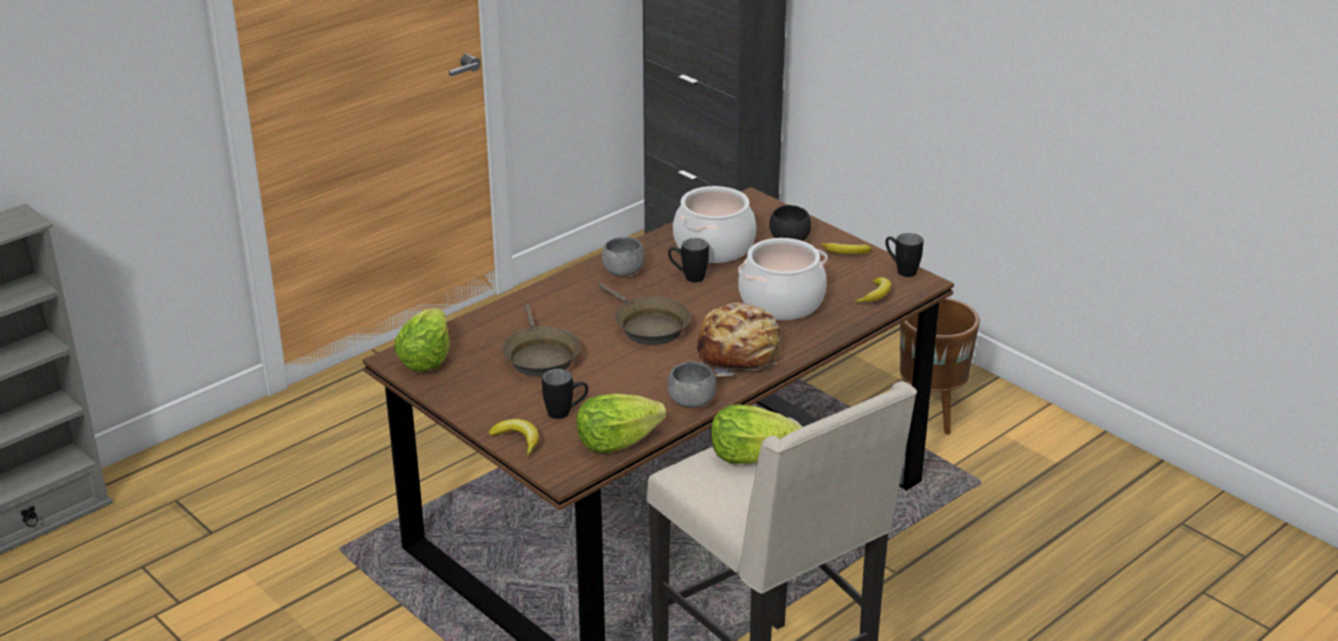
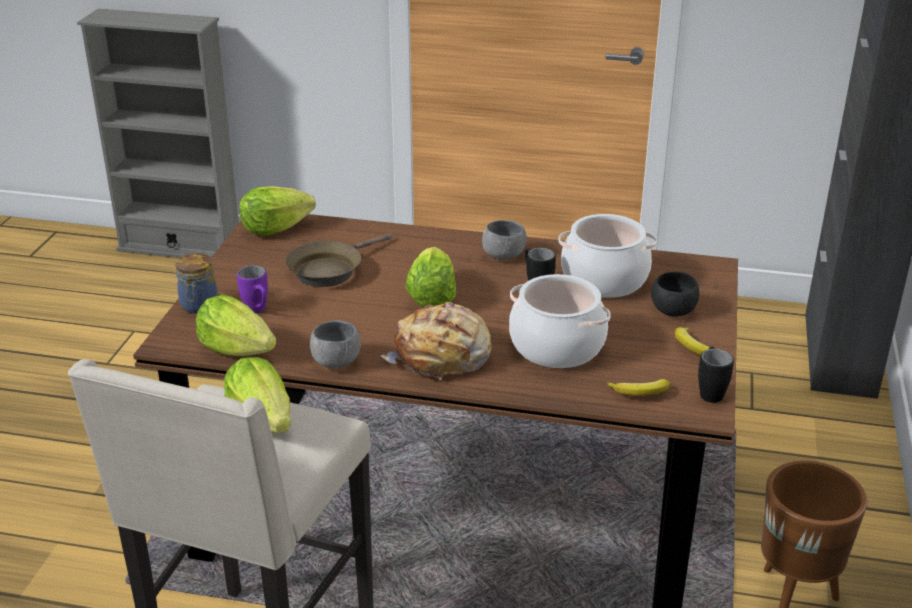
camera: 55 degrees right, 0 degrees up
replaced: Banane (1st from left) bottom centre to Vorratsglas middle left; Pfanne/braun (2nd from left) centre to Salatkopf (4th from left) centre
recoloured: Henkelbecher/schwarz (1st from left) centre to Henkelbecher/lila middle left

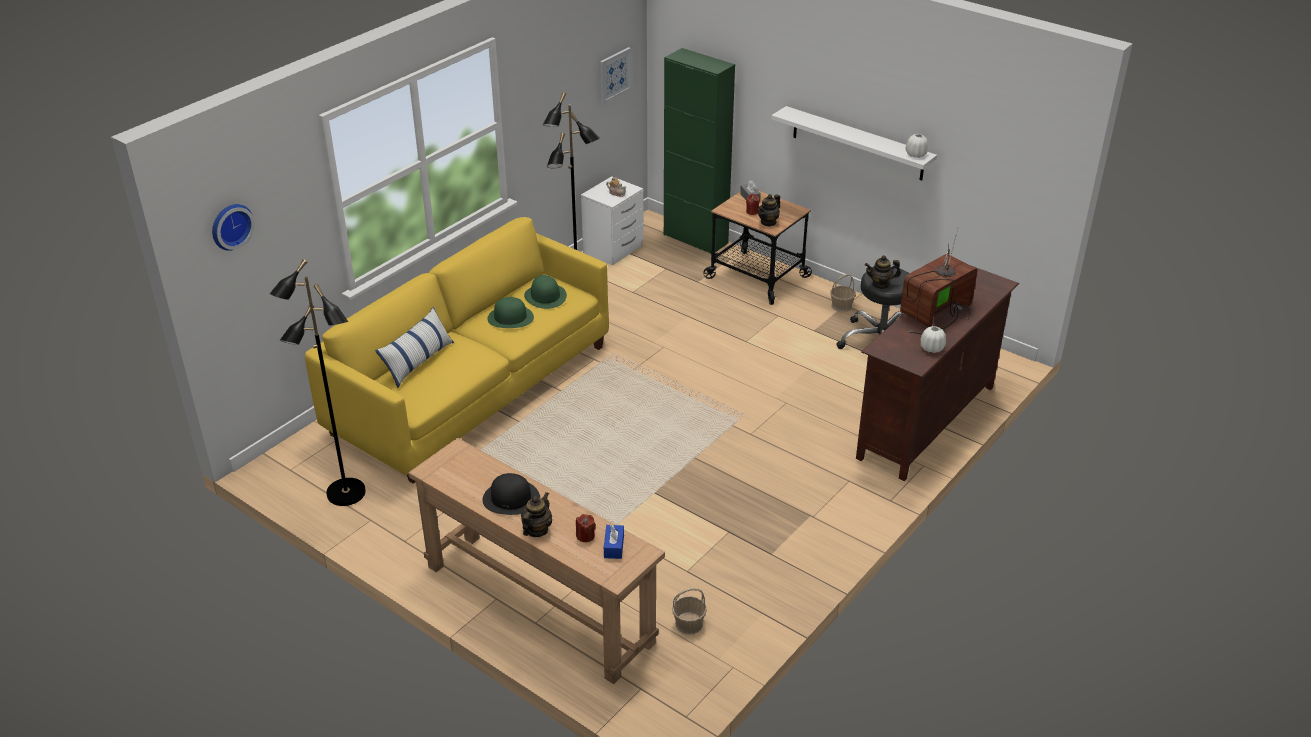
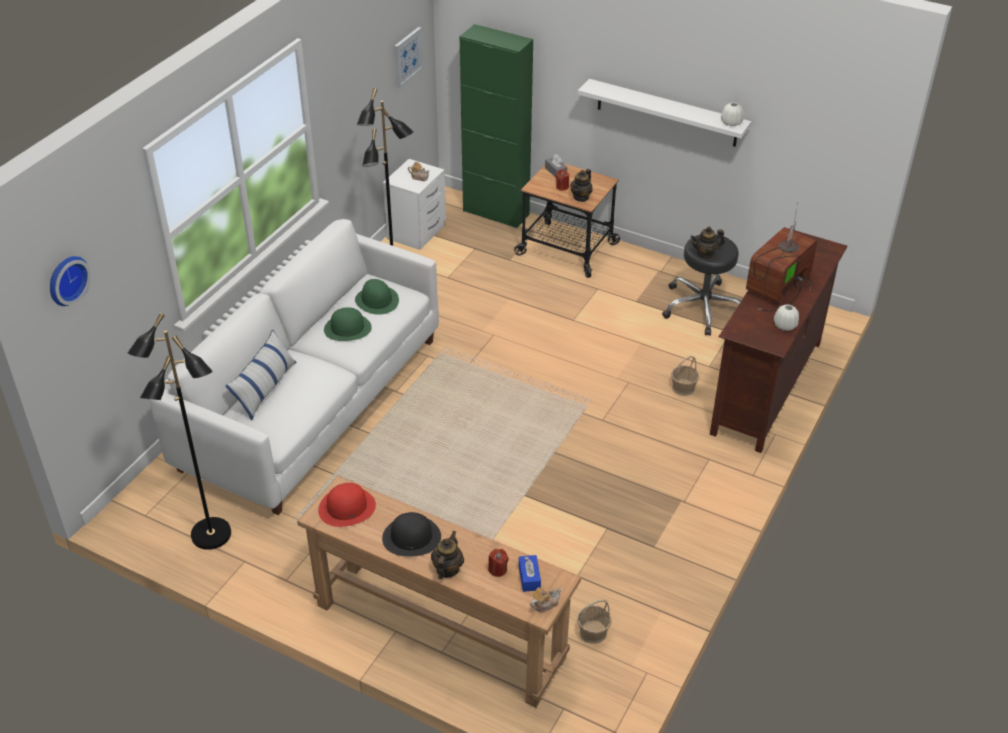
camera: 10 degrees left, 5 degrees up
added: Hut/rot bottom centre; Teekanne (3rd from left) bottom centre
moved: Korb (2nd from left) centre to middle right
recoloured: Sofa/gelb centre to Sofa/weiß middle left

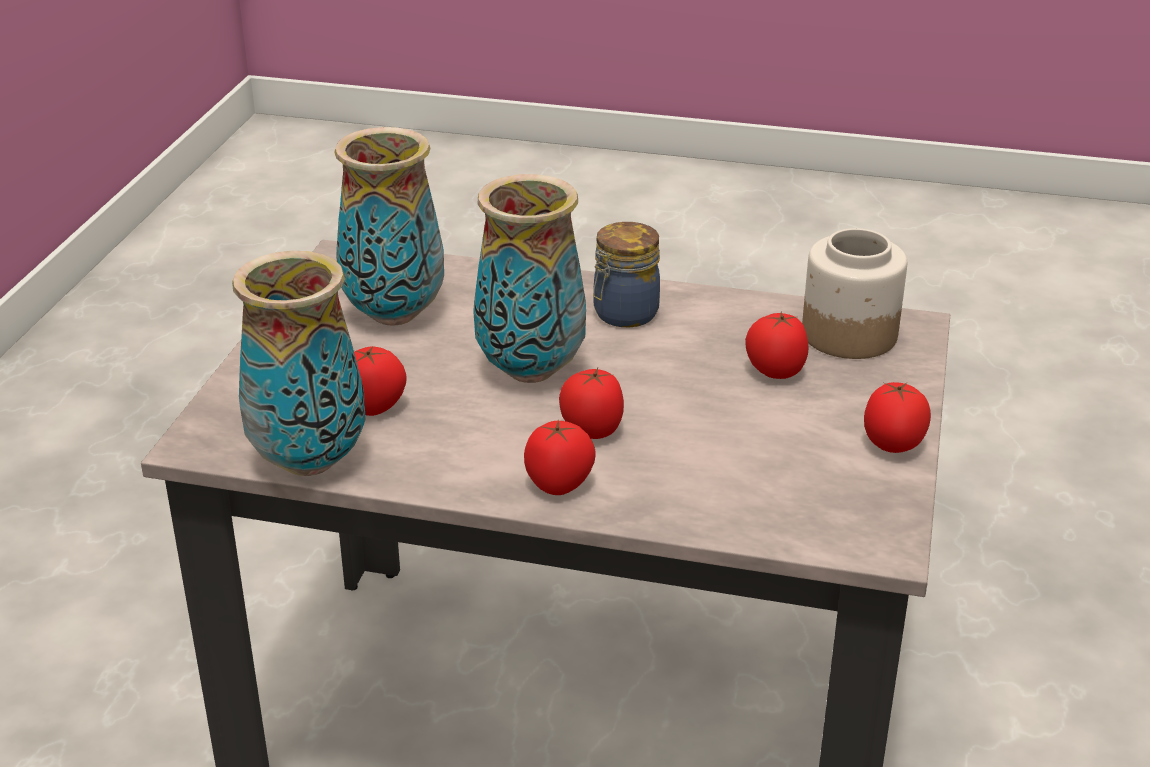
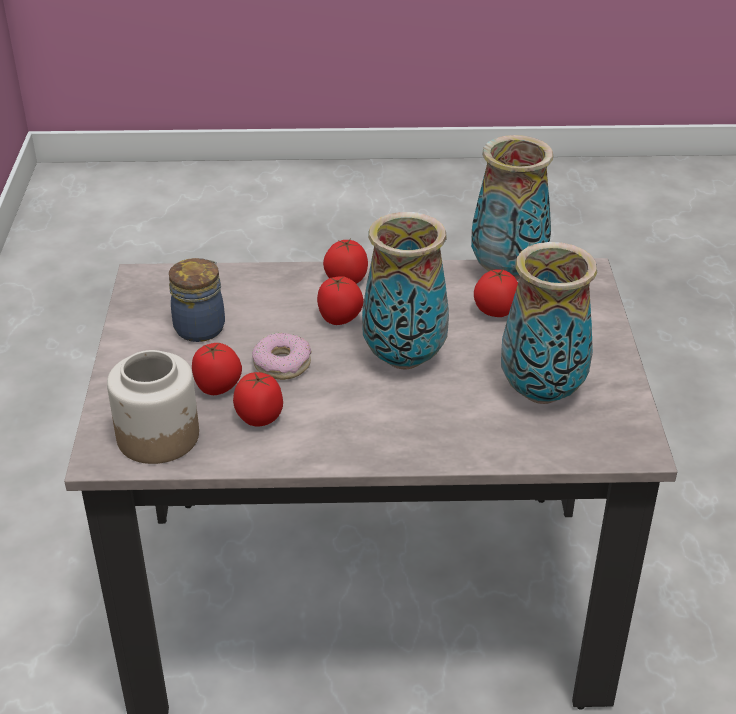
camera: 165 degrees right, 5 degrees up
added: Donut centre
moved: Vorratsglas (1st from left in the first image) centre to Vorratsglas (2nd from left) middle left; Tomate (5th from left in the first image) middle right to Tomate (2nd from left) centre

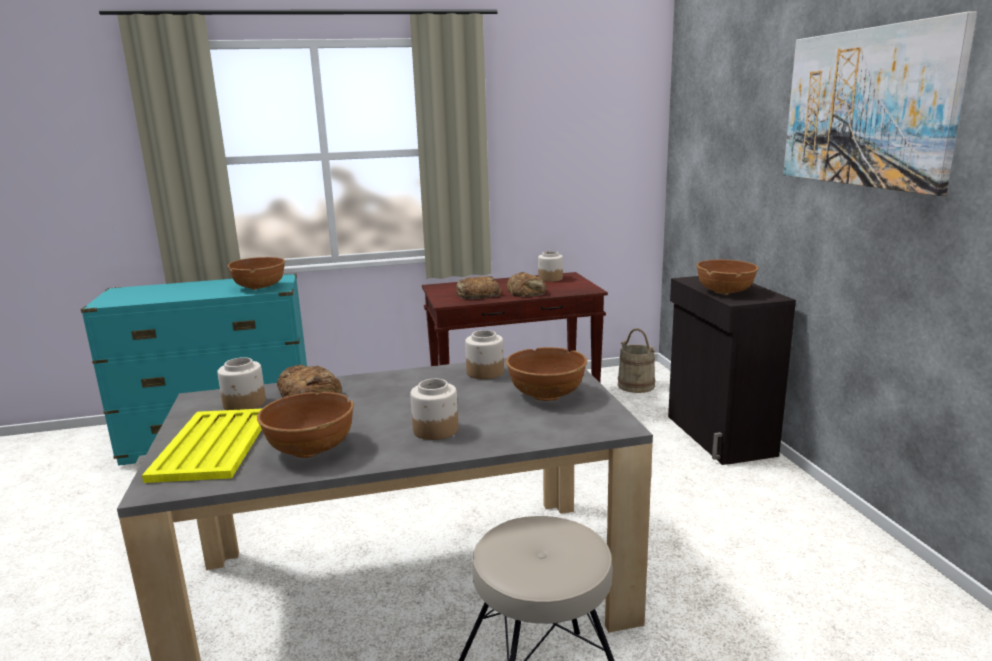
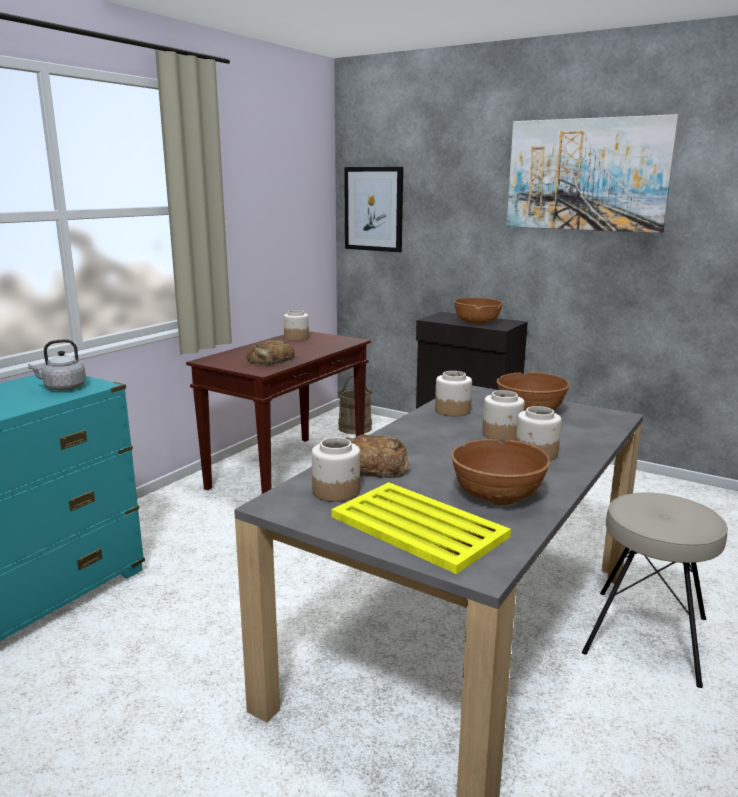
camera: 45 degrees left, 0 degrees up
removed: Brot (3rd from left) centre
added: Bild (1st from left) top centre; Vorratsglas (4th from left) middle right
replaced: Schüssel/braun (1st from left) middle left to Wasserkessel/grau middle left

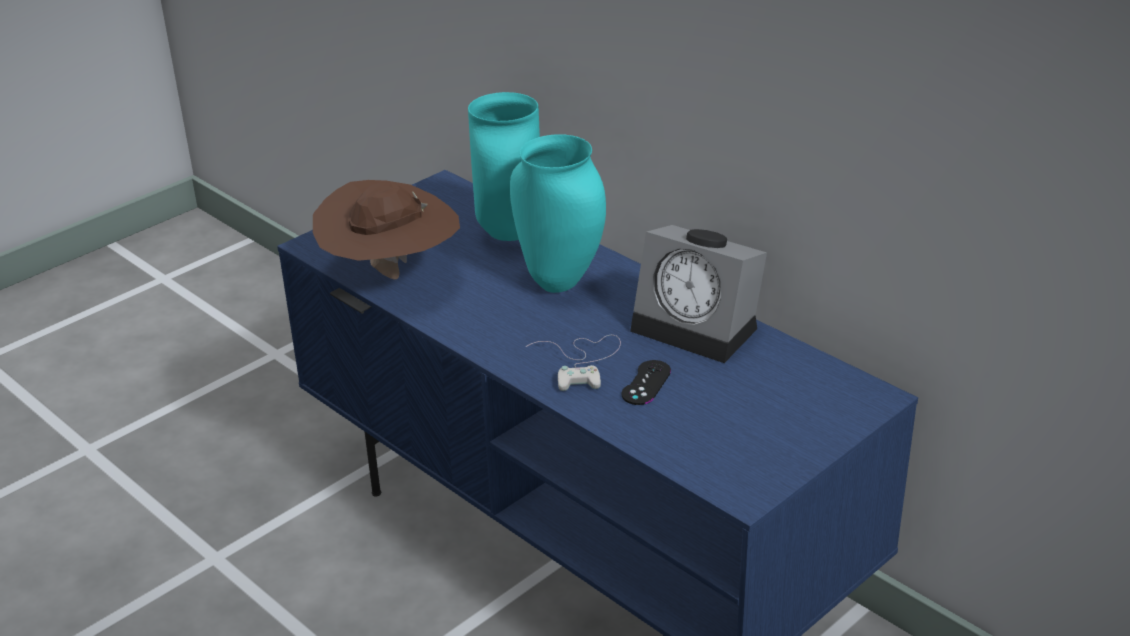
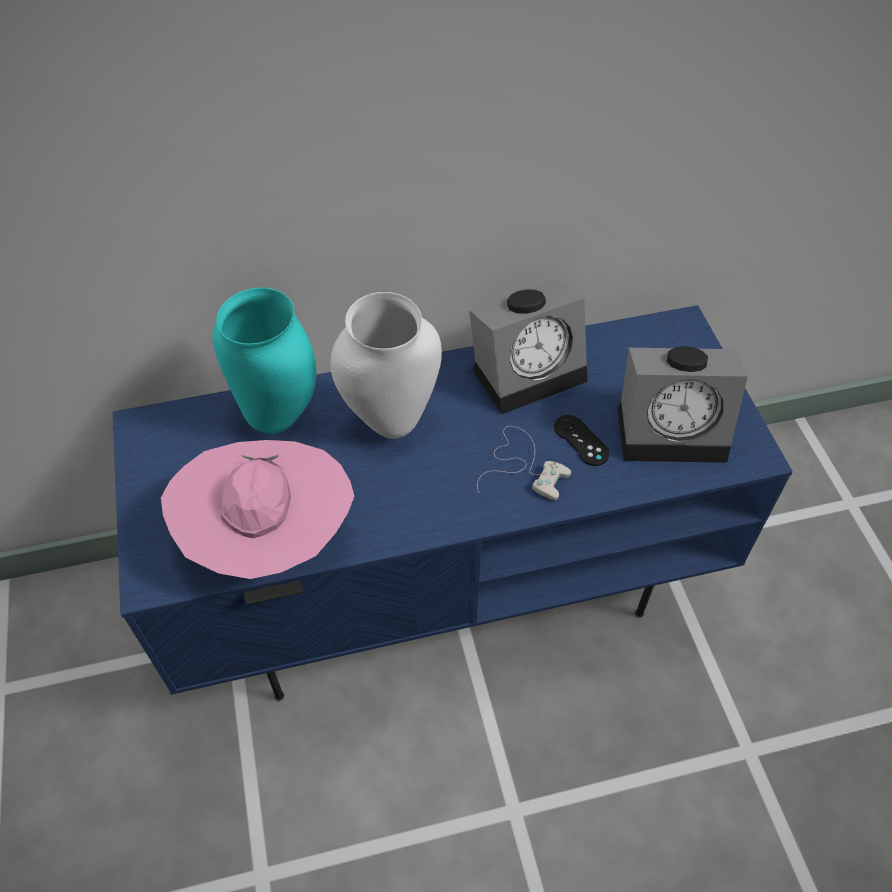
camera: 60 degrees left, 20 degrees up
added: Wecker (2nd from left) middle right
recoloured: Hut/braun centre to Hut/rosa middle left; Vase/türkis (2nd from left) centre to Vase/weiß centre

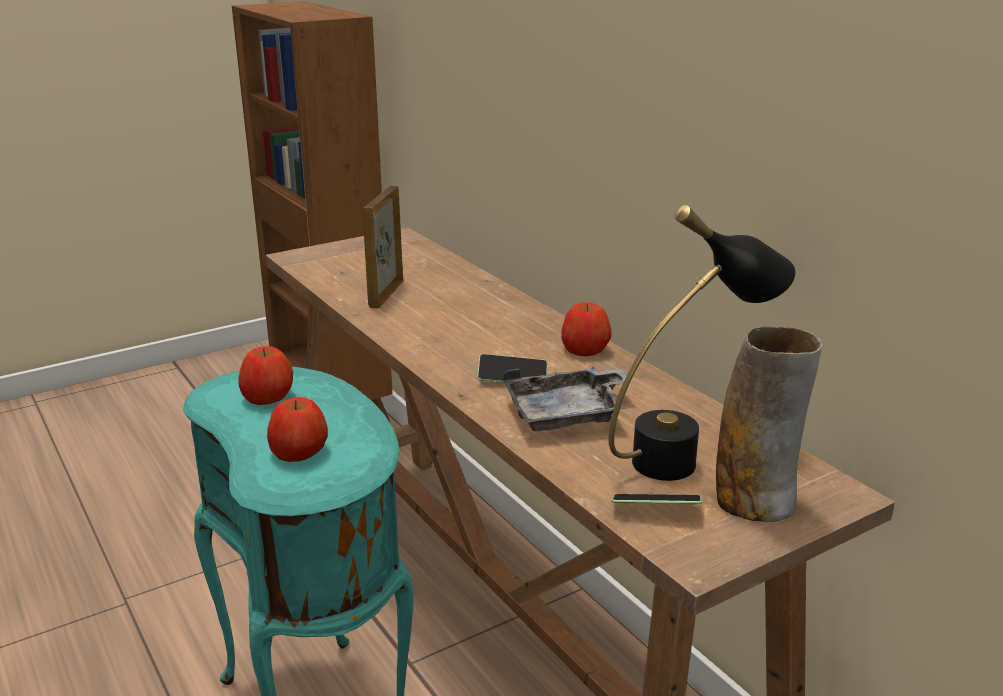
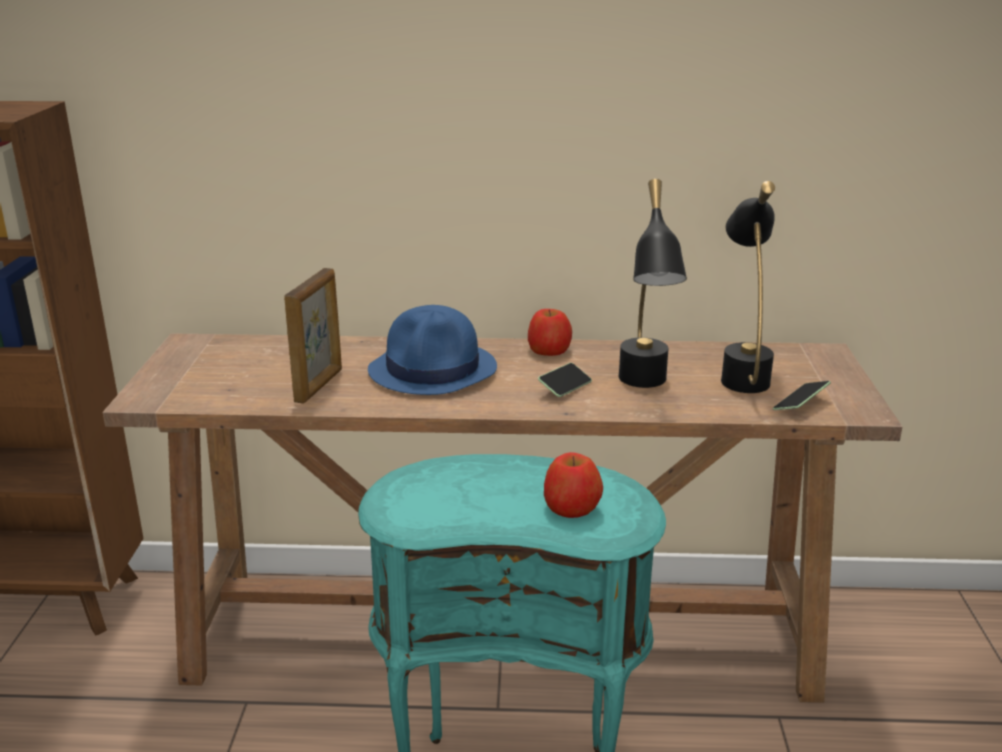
camera: 55 degrees left, 0 degrees up
removed: Apfel (1st from left) middle left; Vase middle right
added: Hut/blau centre
replaced: Tablett/grau centre to Tischlampe/schwarz (1st from left) centre
turned: Bilderrahmen centre = middle left 120 degrees counterclockwise

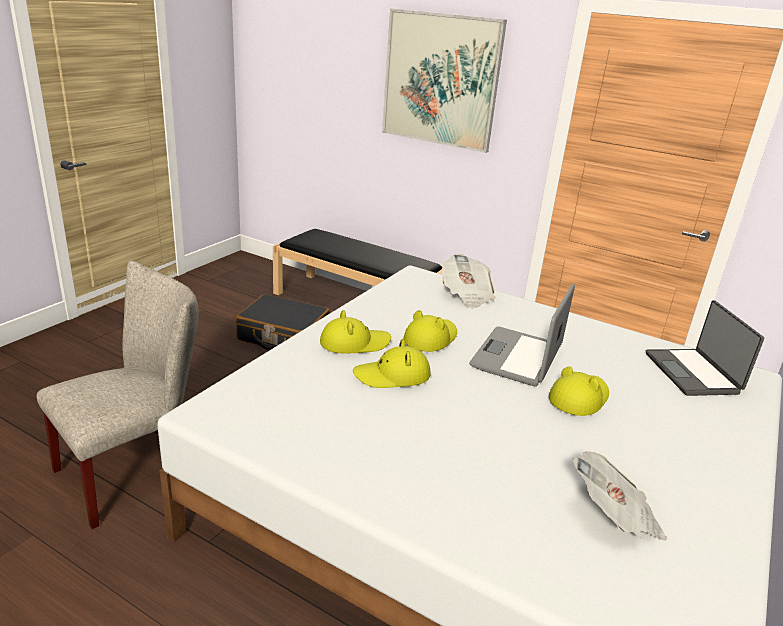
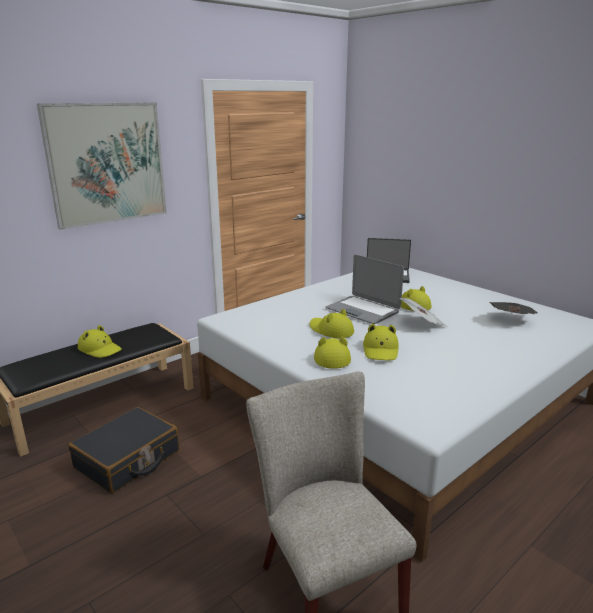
camera: 70 degrees left, 5 degrees down
added: Hut/gelb (1st from left) middle left
moved: Zeitung (1st from left) centre to middle right

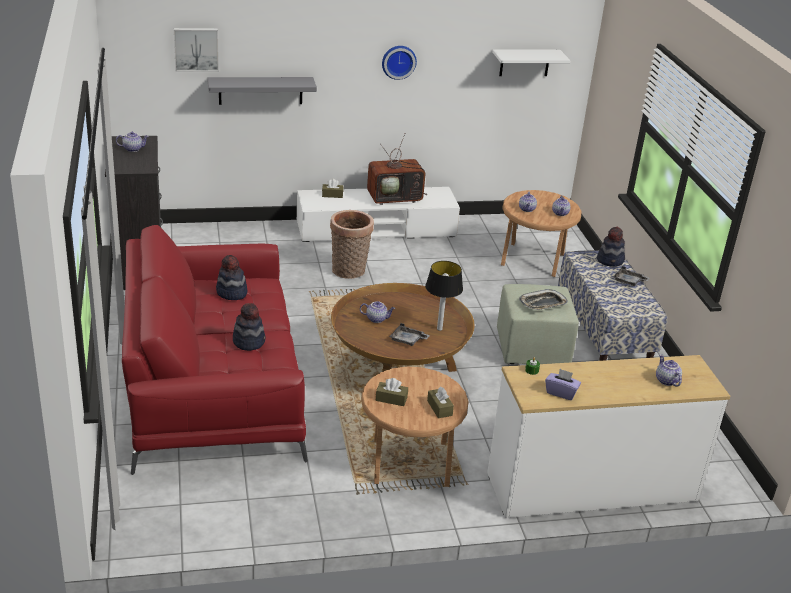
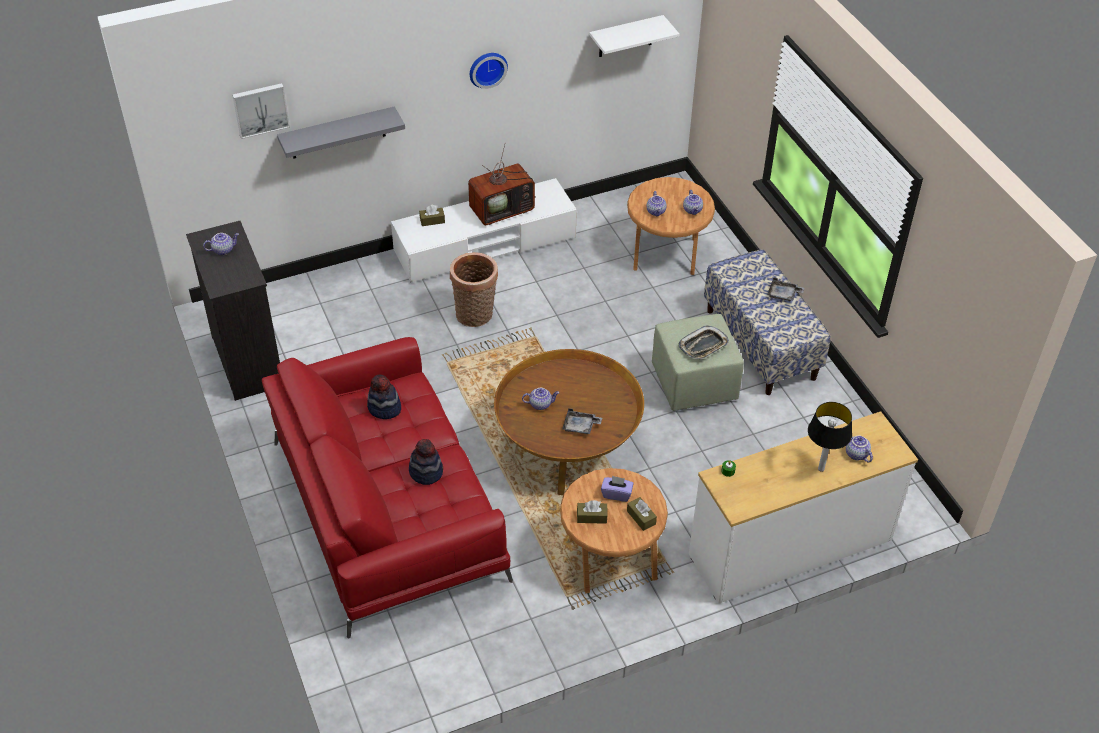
camera: 10 degrees left, 15 degrees up
removed: Hut (3rd from left) middle right
moved: Tischlampe centre to middle right; Taschentuchbox/lila middle right to bottom centre

